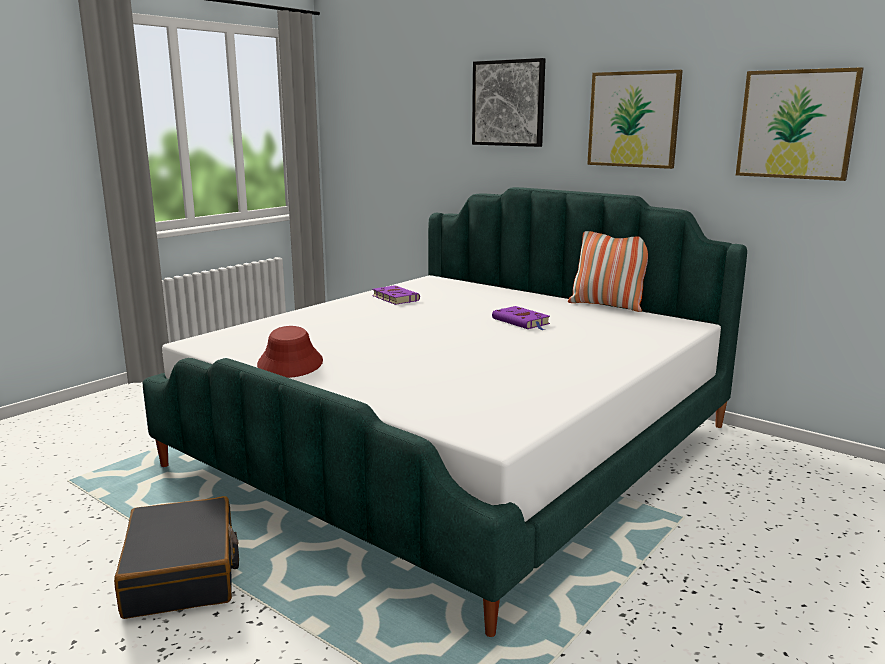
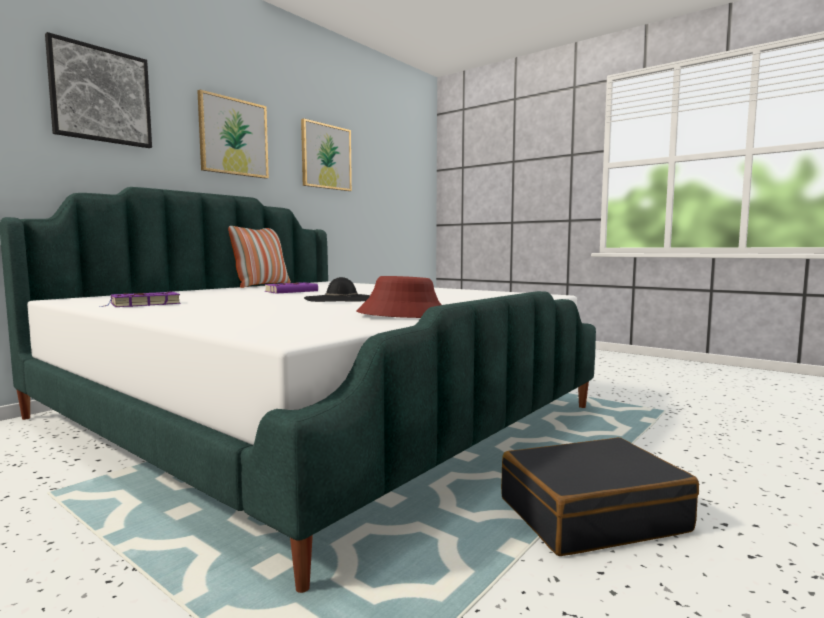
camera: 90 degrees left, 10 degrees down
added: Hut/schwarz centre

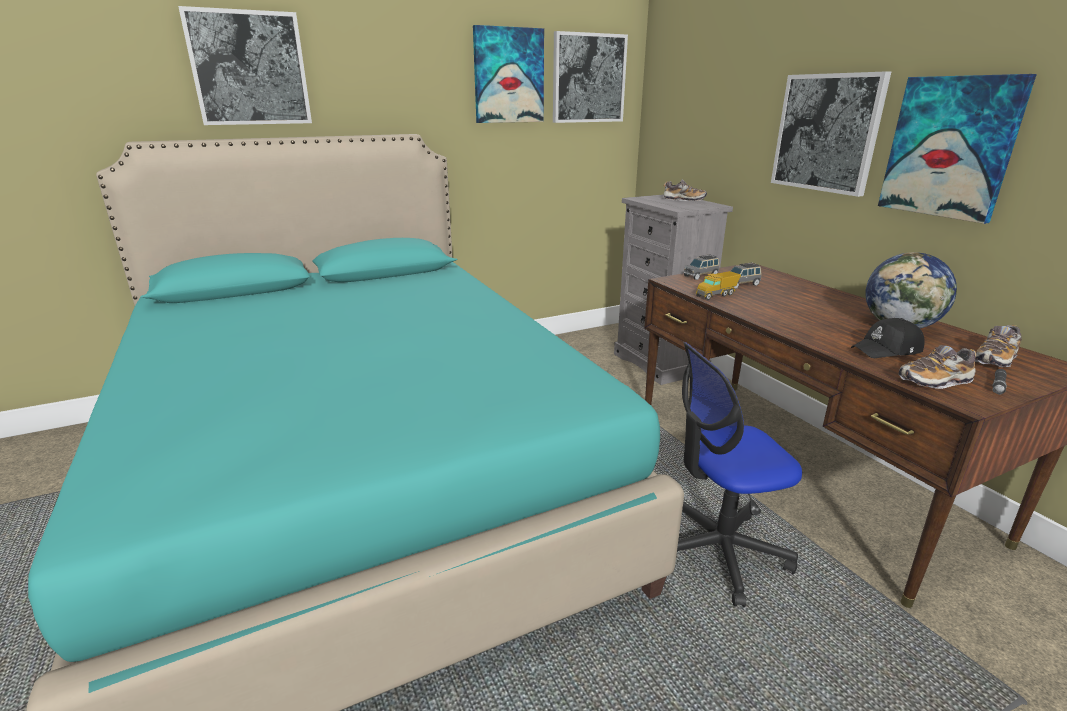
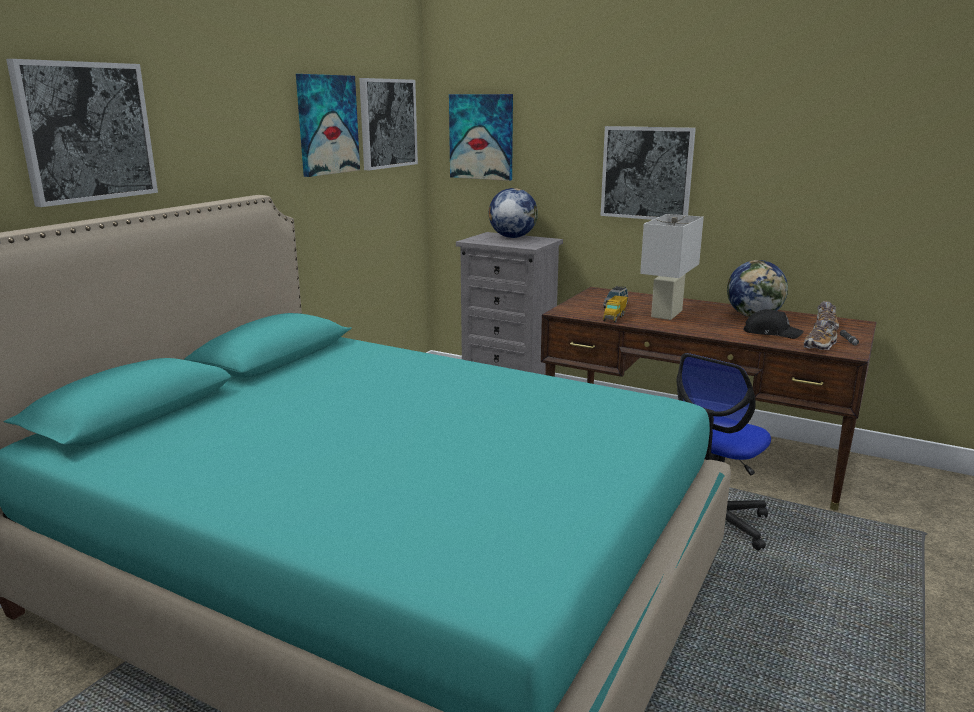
camera: 35 degrees left, 5 degrees down
removed: Spielzeugauto/grau (1st from left) centre
added: Tischlampe/weiß middle right
moved: Bild (5th from left in the first image) top right to Bild (4th from left) top centre
replaced: Schuh (1st from left) top centre to Globus (1st from left) top centre
turned: Kappe/schwarz middle right = middle right 105 degrees counterclockwise

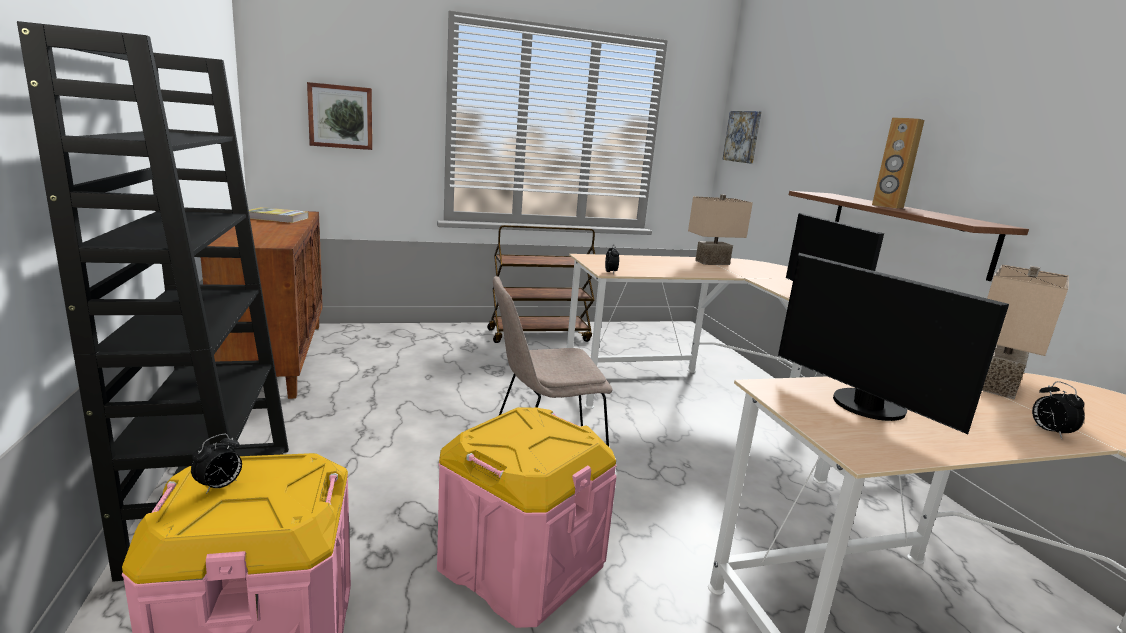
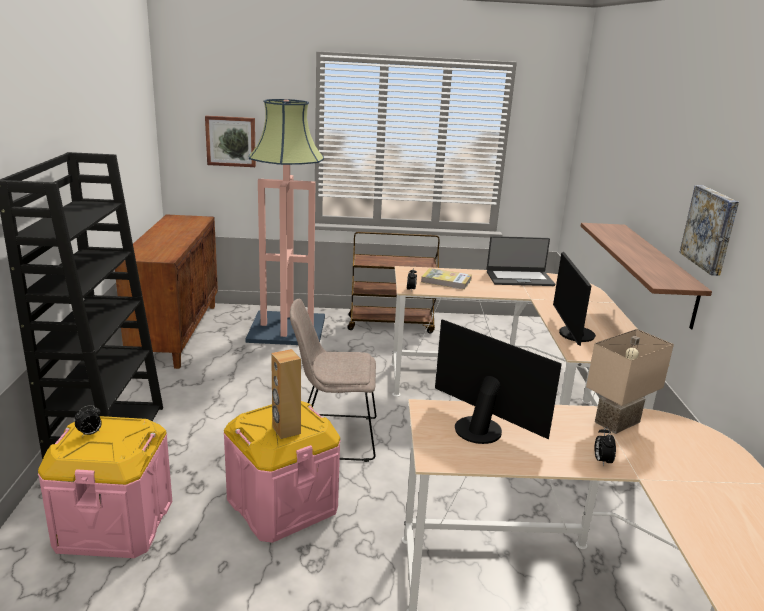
camera: 15 degrees right, 5 degrees up
added: Stehlampe centre
moved: Buch middle left to centre; Bild (2nd from left) top centre to middle right; Lautsprecher/braun top right to centre
replaced: Tischlampe/beige (1st from left) centre to Laptop middle right
turned: Monitor (2nd from left in the first image) middle right = centre 150 degrees clockwise

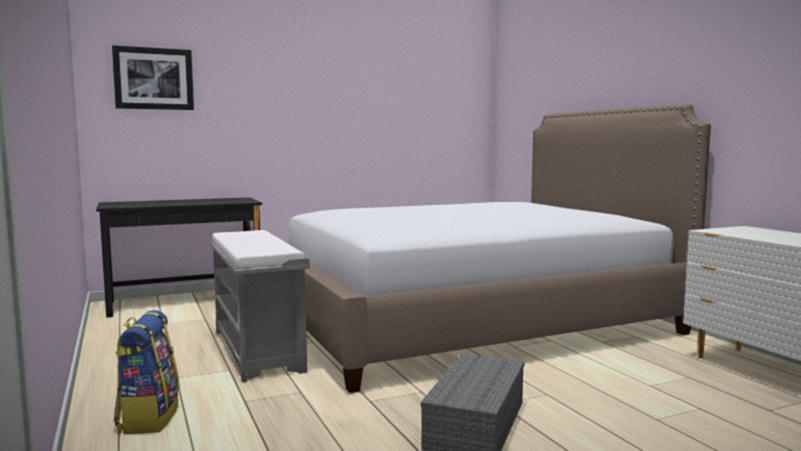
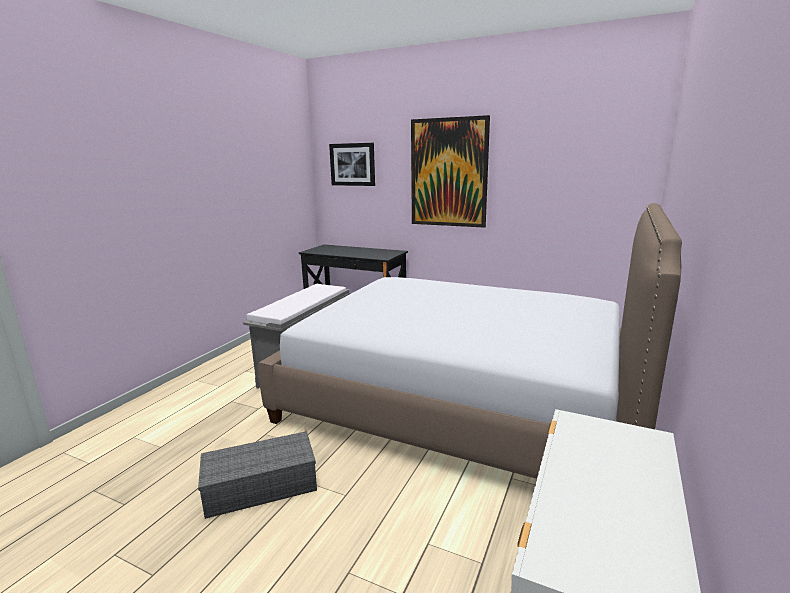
camera: 50 degrees right, 10 degrees up
removed: Rucksack bottom left
added: Bild (2nd from left) top centre

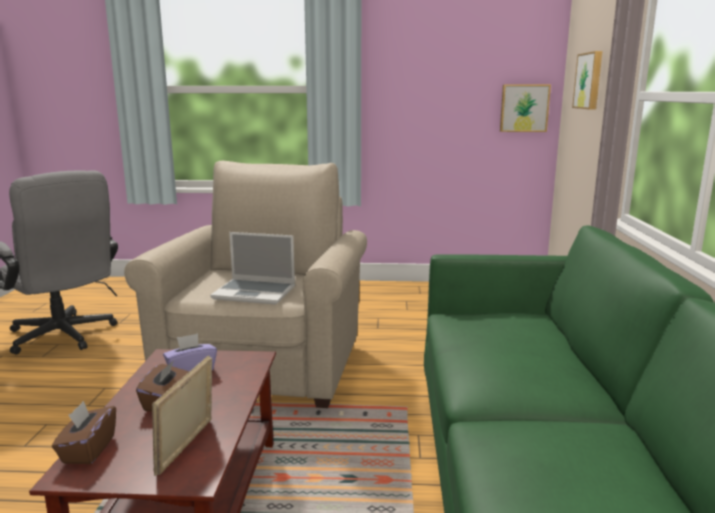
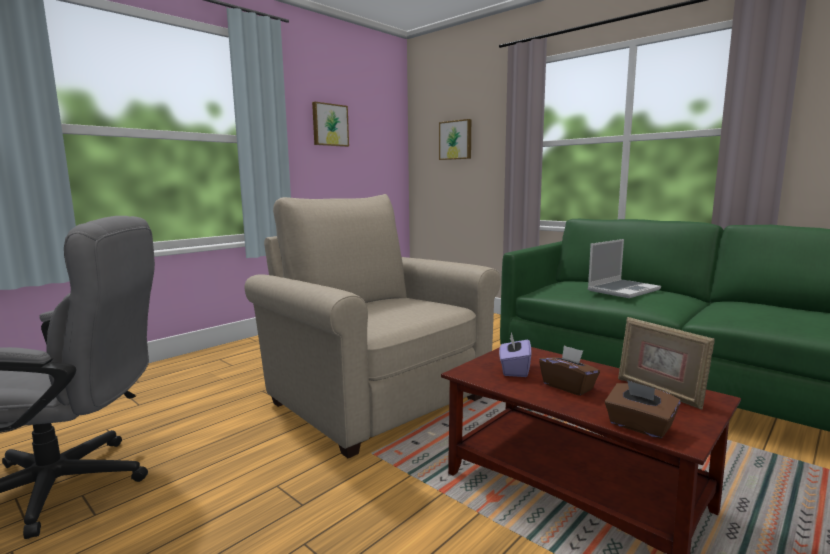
camera: 50 degrees left, 5 degrees down
moved: Laptop centre to middle right; Bild (1st from left) top right to top centre

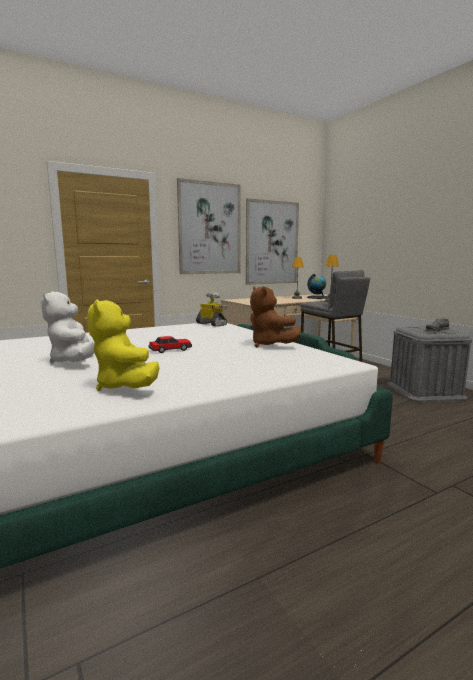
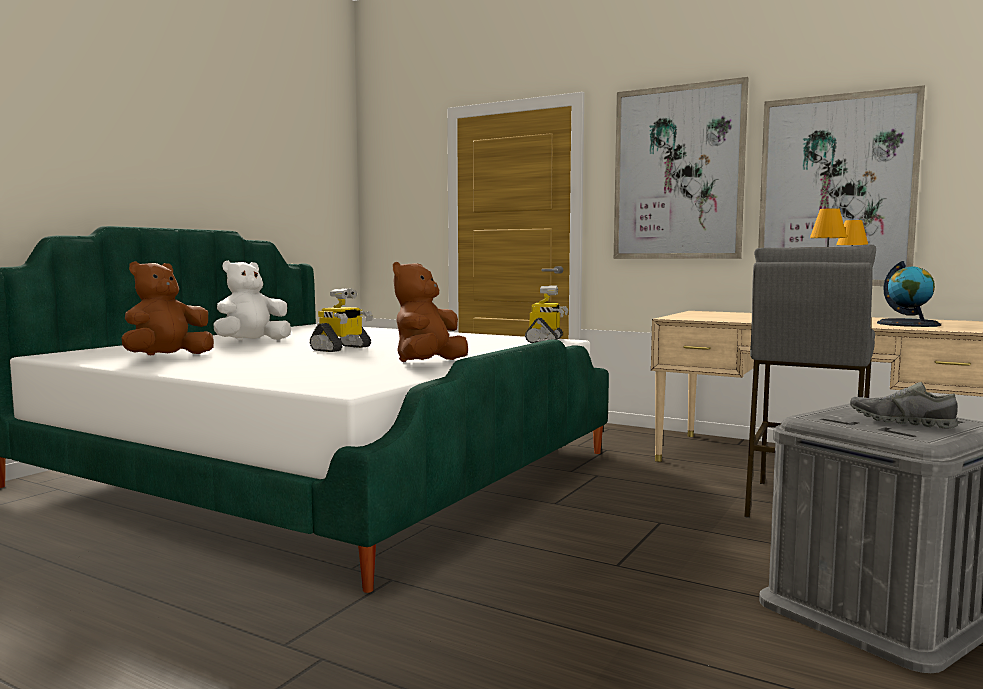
camera: 60 degrees right, 5 degrees down
replaced: Spielzeugauto centre to Spielzeugroboter (1st from left) centre
recoloured: Plüschtier/gelb middle left to Plüschtier/braun (1st from left) middle left

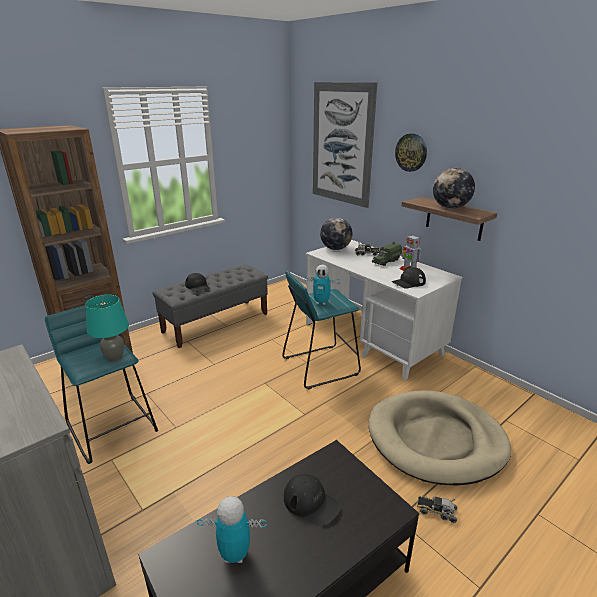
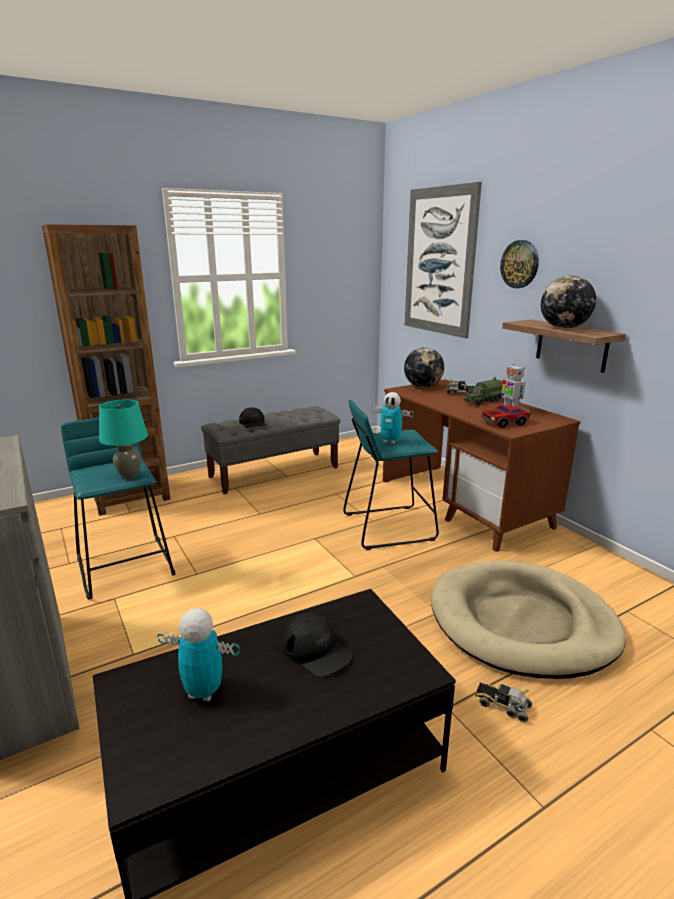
camera: 10 degrees right, 5 degrees down
replaced: Kappe/schwarz (3rd from left) middle right to Spielzeugauto middle right
recoloured: Schreibtisch/weiß centre to Schreibtisch/braun middle right

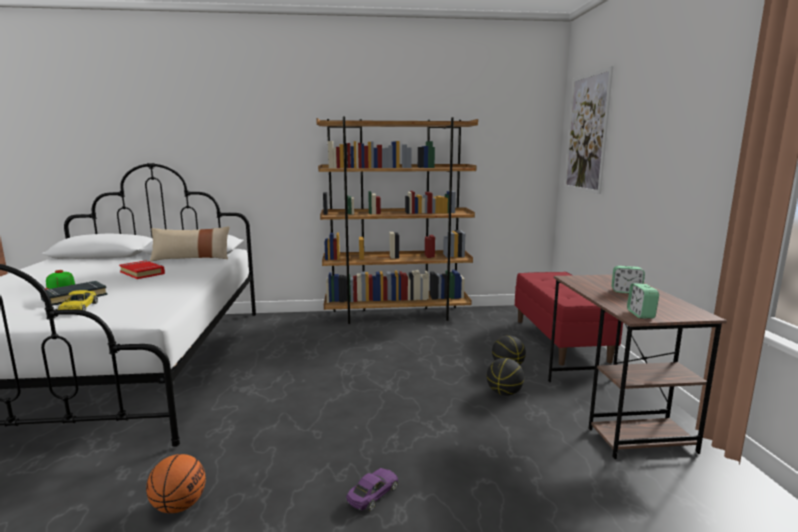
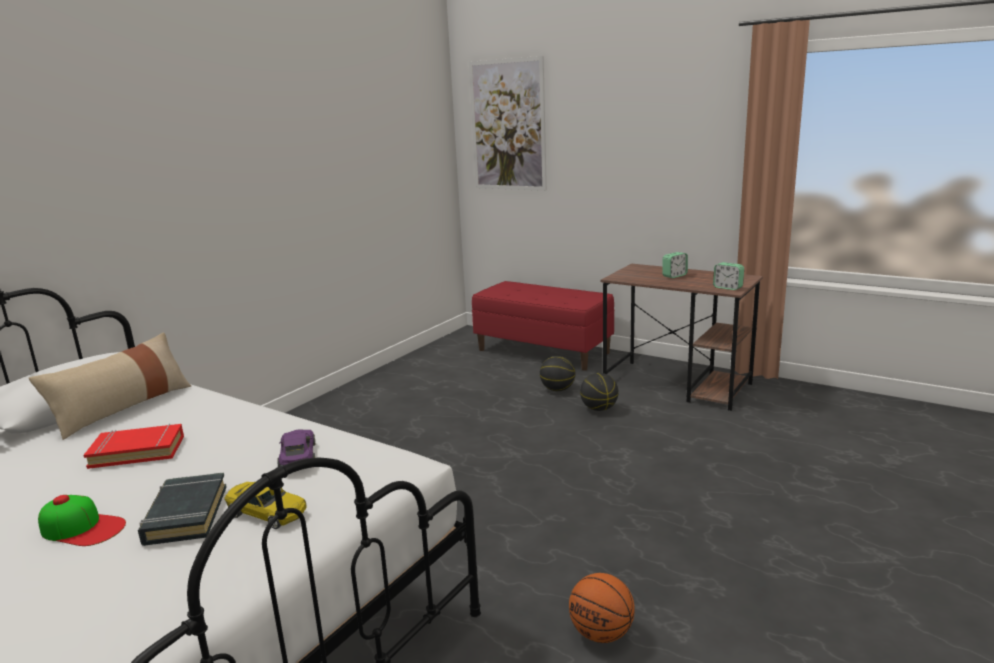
camera: 50 degrees left, 5 degrees up
removed: Bücherregal/braun centre
moved: Spielzeugauto/lila bottom centre to bottom left

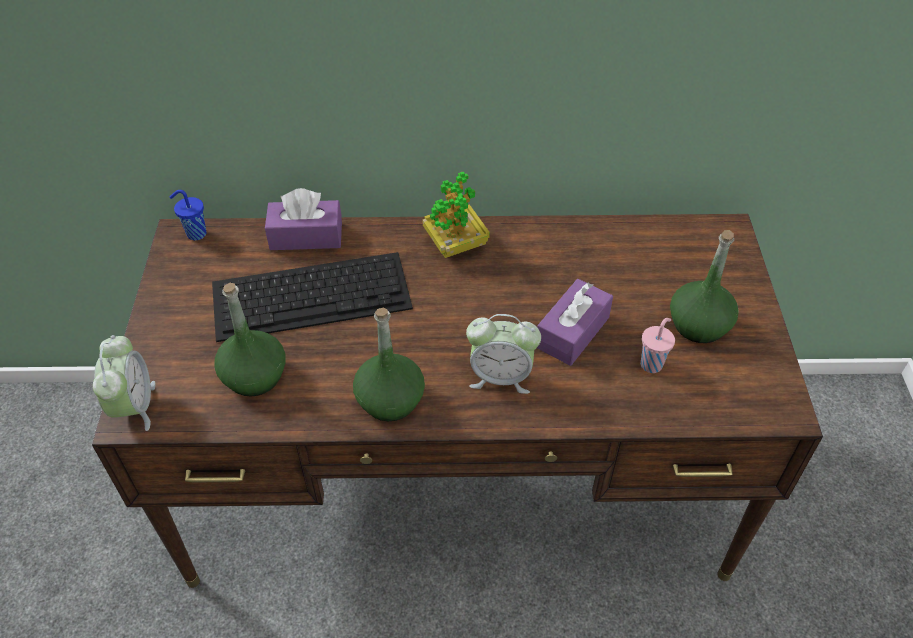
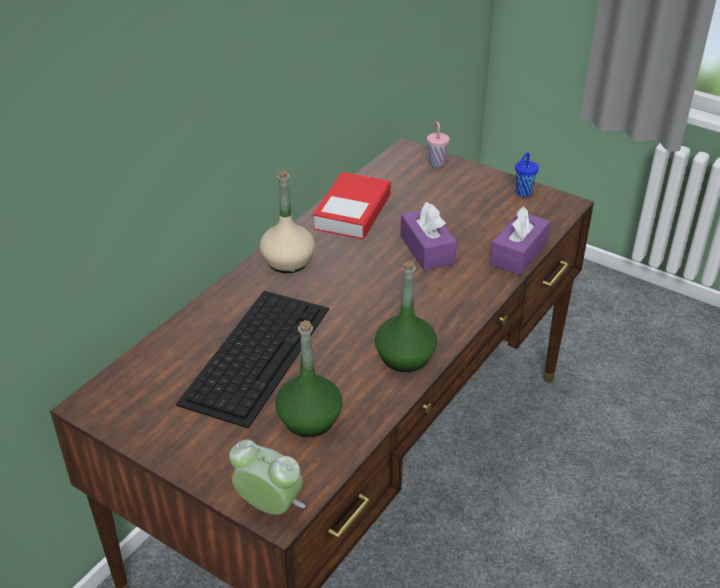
camera: 55 degrees left, 10 degrees down
removed: Wecker (2nd from left) centre; Flasche/grün (3rd from left) middle right
added: Buch centre
moved: Tasse/blau middle left to top right; Taschentuchbox/lila (1st from left in the first image) middle left to Taschentuchbox/lila (2nd from left) middle right; Tasse/rosa middle right to top centre
replaced: Topfpflanze centre to Flasche/beige centre

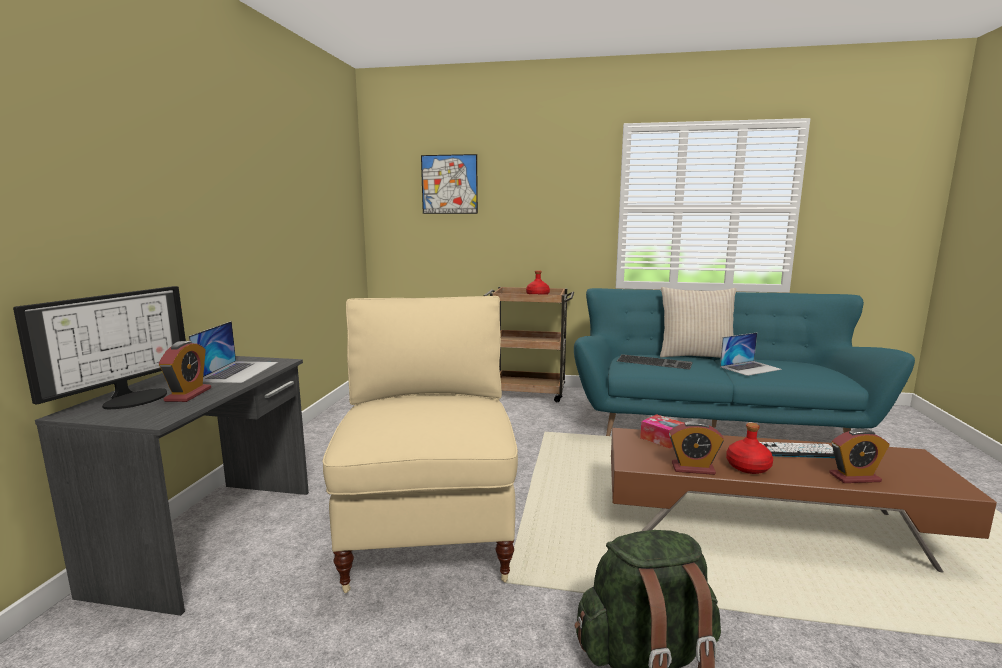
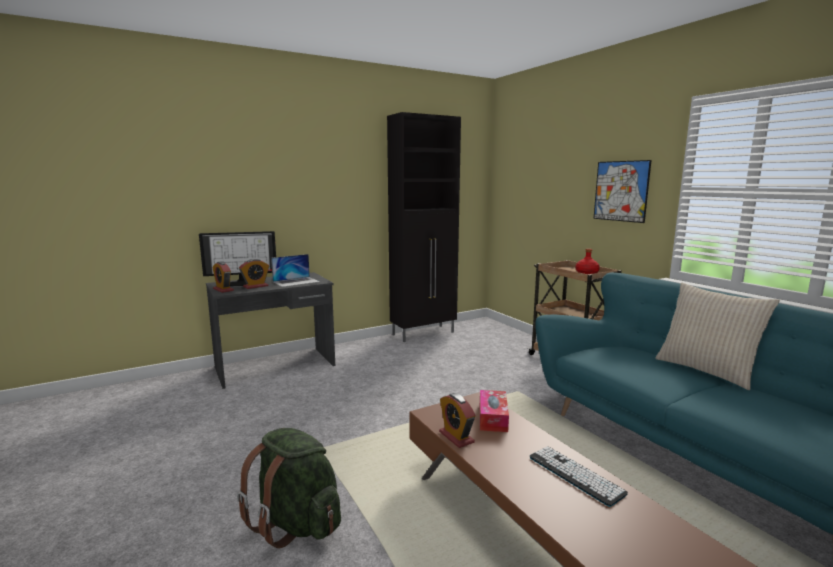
camera: 50 degrees right, 0 degrees up
removed: Stuhl/beige centre; Tastatur (1st from left) centre; Laptop (2nd from left) middle right; Flasche/rot (2nd from left) bottom right
added: Schrank/schwarz centre
moved: Bild top centre to middle right; Wecker (3rd from left in the first image) bottom right to Wecker (1st from left) middle left

